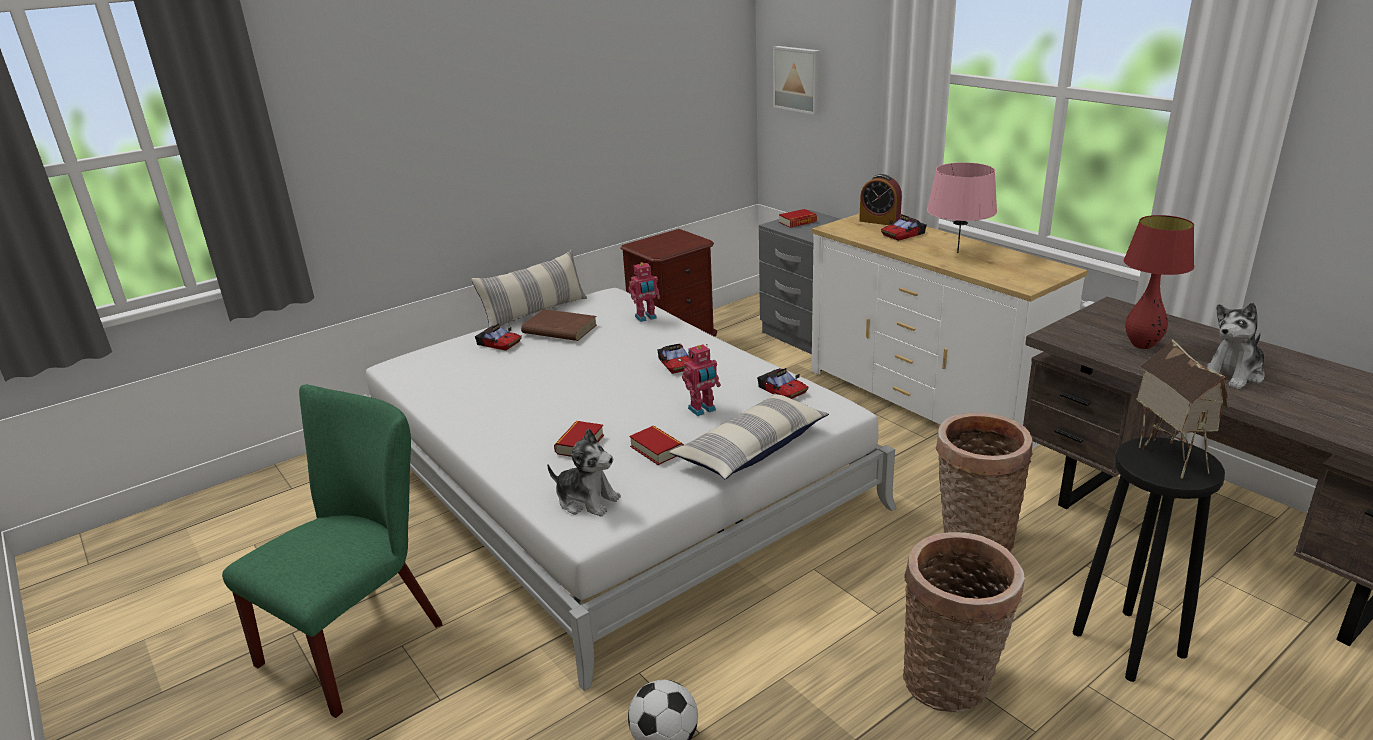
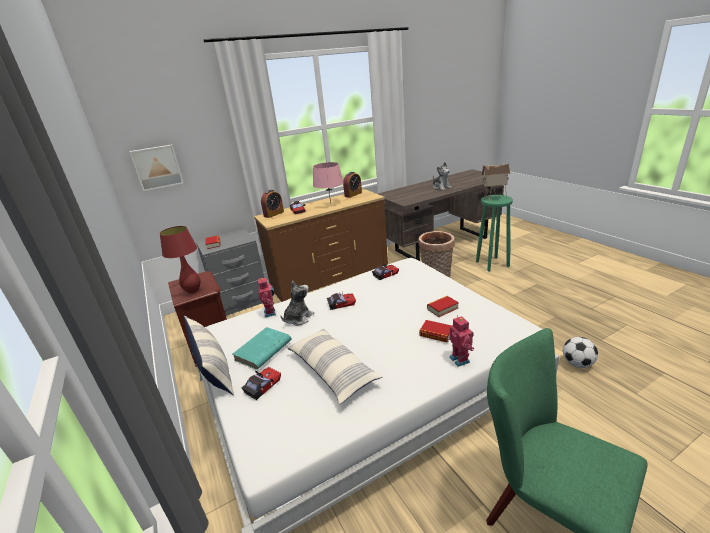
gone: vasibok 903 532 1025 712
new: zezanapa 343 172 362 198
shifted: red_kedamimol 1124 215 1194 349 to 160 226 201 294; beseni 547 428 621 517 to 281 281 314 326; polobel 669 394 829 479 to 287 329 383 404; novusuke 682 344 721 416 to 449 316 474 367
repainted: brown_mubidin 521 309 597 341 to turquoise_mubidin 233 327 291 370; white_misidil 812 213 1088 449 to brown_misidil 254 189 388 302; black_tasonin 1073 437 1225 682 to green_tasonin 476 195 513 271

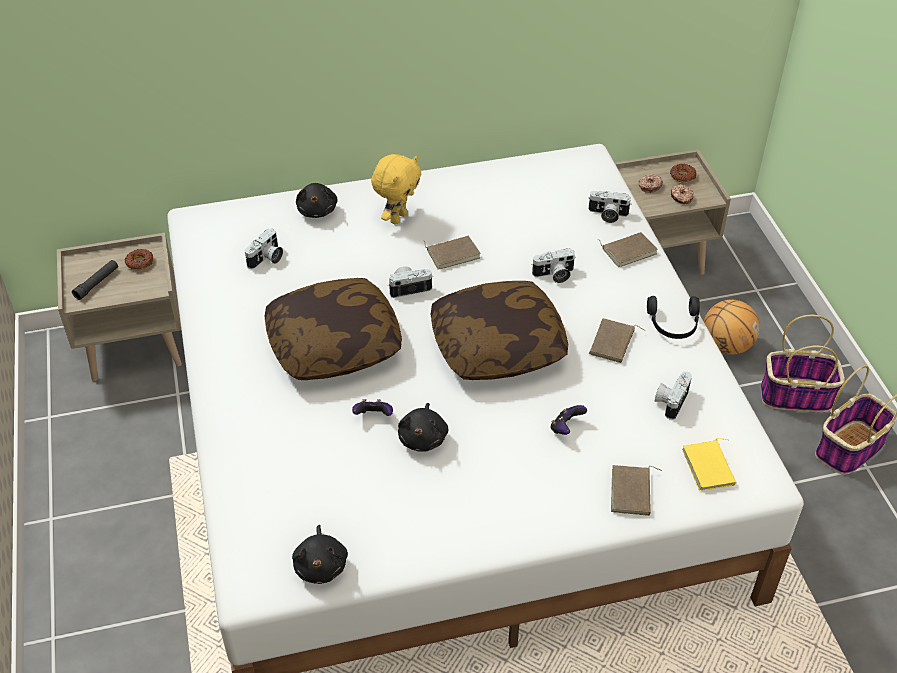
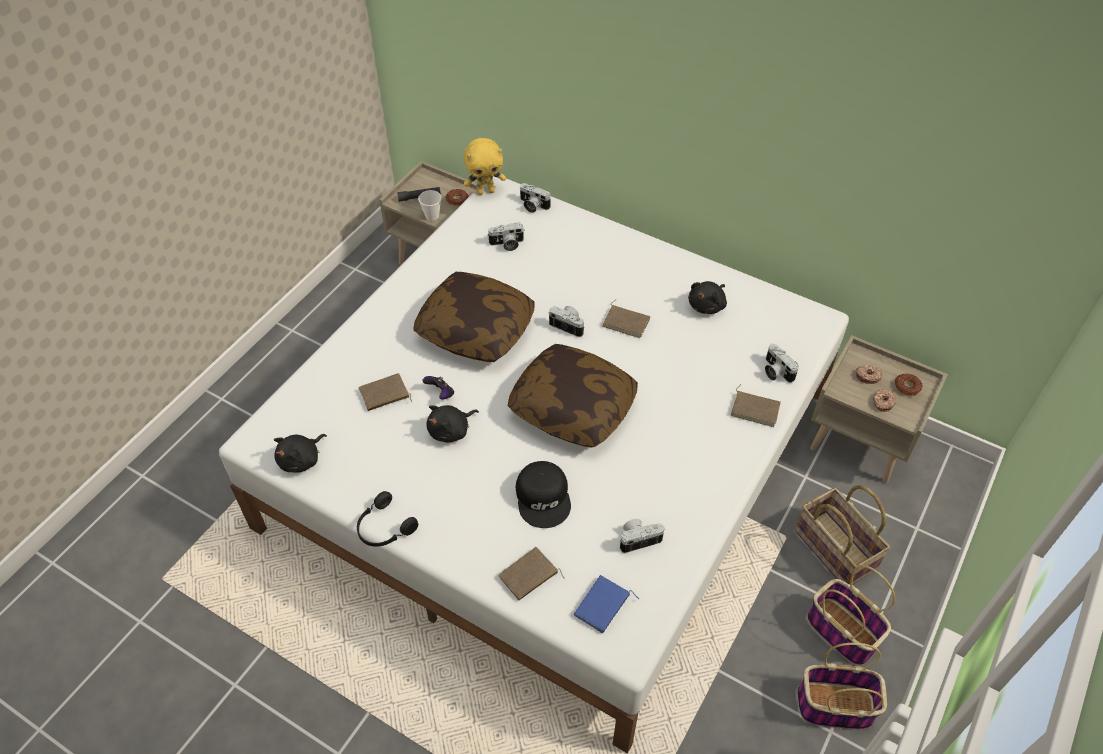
new: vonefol 418 190 442 221
shifted: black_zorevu 647 296 700 339 to 357 491 418 547; brown_mubidin 589 318 645 363 to 358 373 412 411; yellow_beseni 371 154 421 225 to 464 138 506 195; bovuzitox 531 248 575 283 to 520 183 551 213; black_beseni 296 183 338 218 to 688 281 727 314
swapped: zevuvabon 551 405 587 435 to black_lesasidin 516 461 571 528; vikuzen 704 299 760 355 to vasibok 795 485 890 585
repainted: yellow_mubidin 682 438 736 491 to blue_mubidin 573 575 639 633

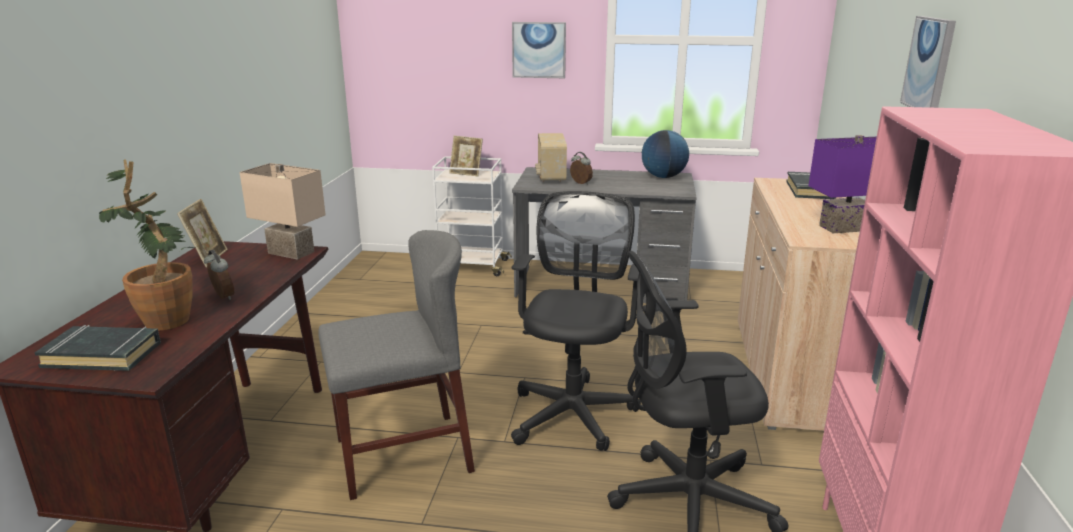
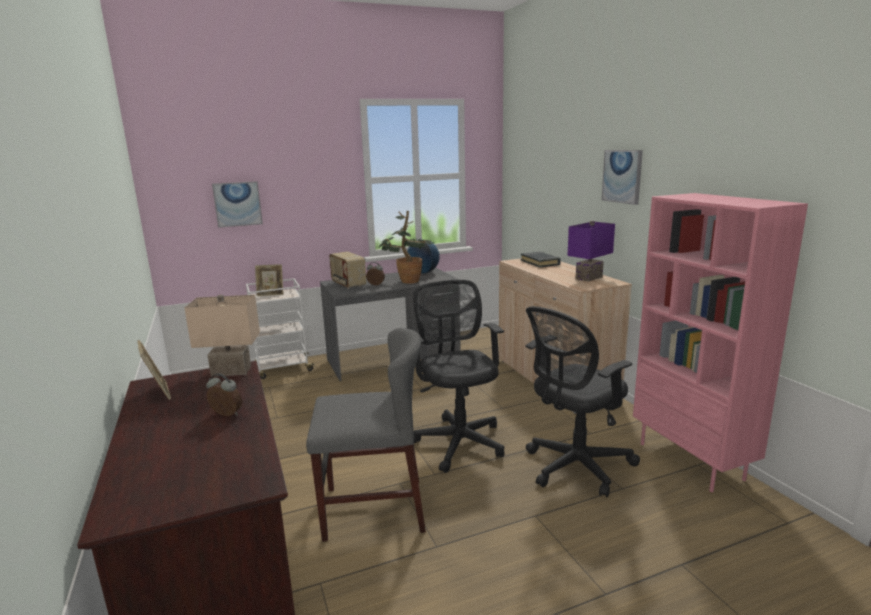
gone: black_mubidin 34 325 161 371
shifted: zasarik 512 22 566 78 to 212 181 263 228; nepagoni 99 160 195 330 to 378 211 434 284
rotated: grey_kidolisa 318 230 475 500 = 306 328 426 542 45 degrees clockwise

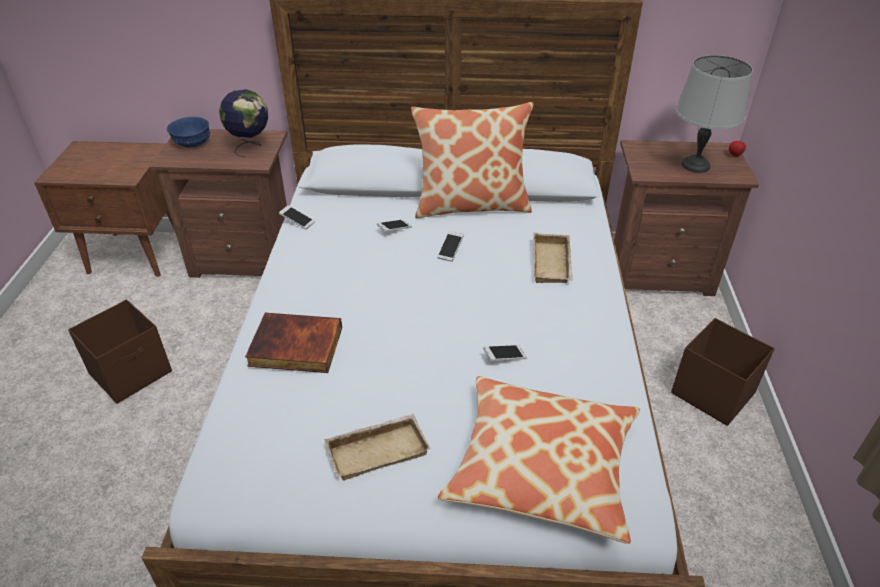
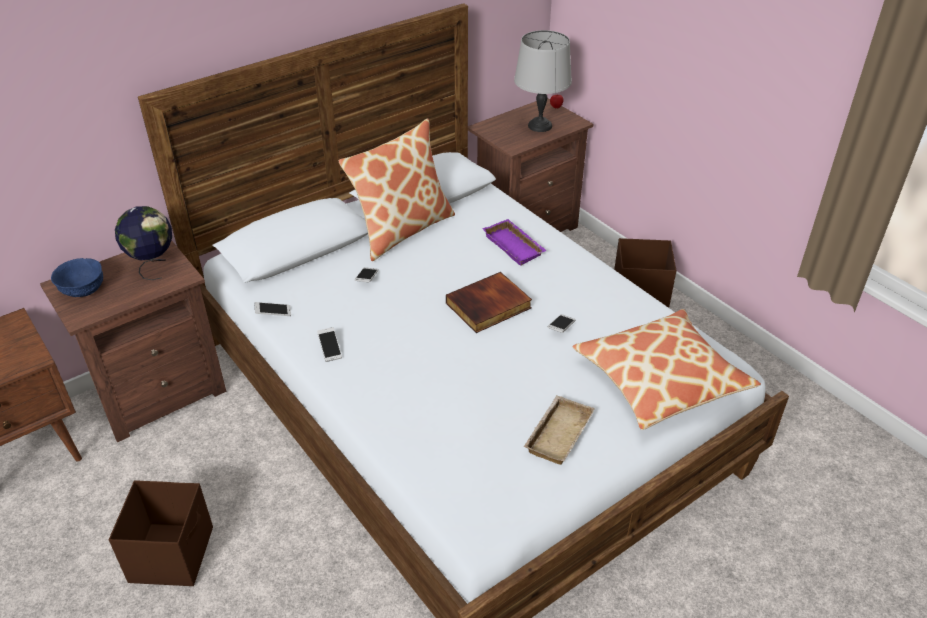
shifted: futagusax 437 231 464 262 to 317 327 342 362; mubidin 245 313 342 373 to 446 272 532 333
repainted: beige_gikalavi 533 233 573 283 to purple_gikalavi 483 219 547 266

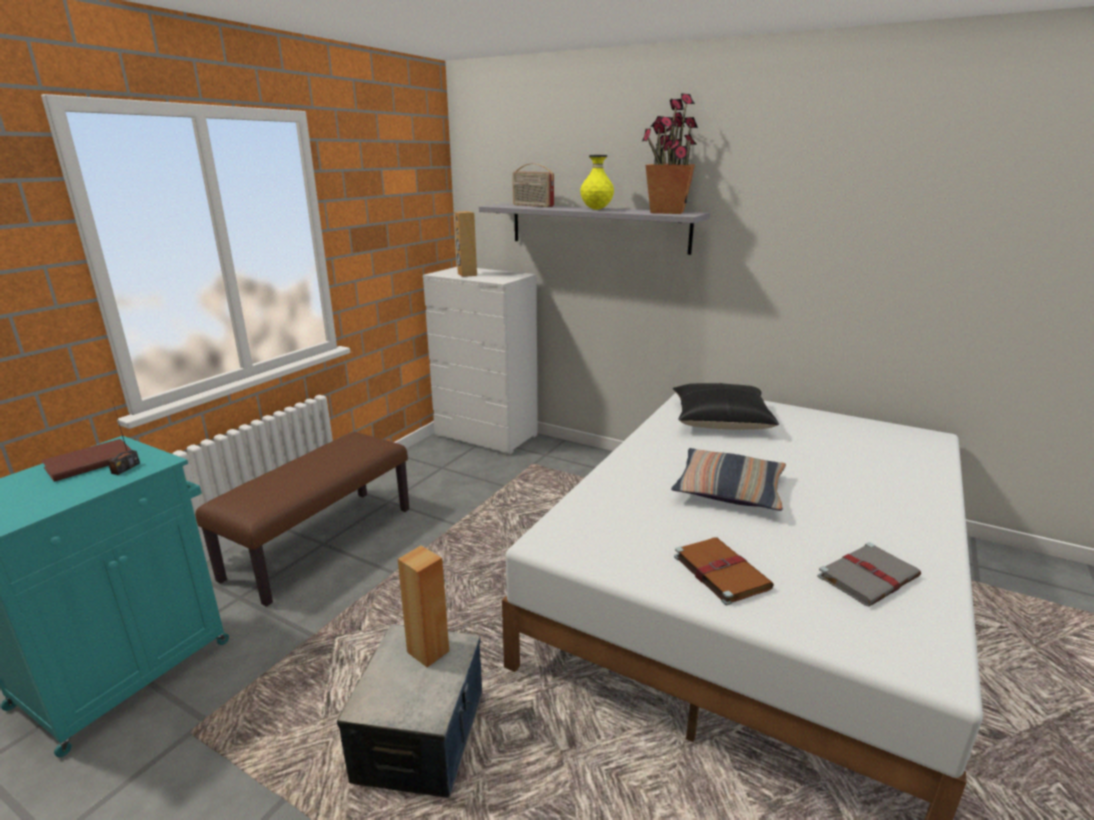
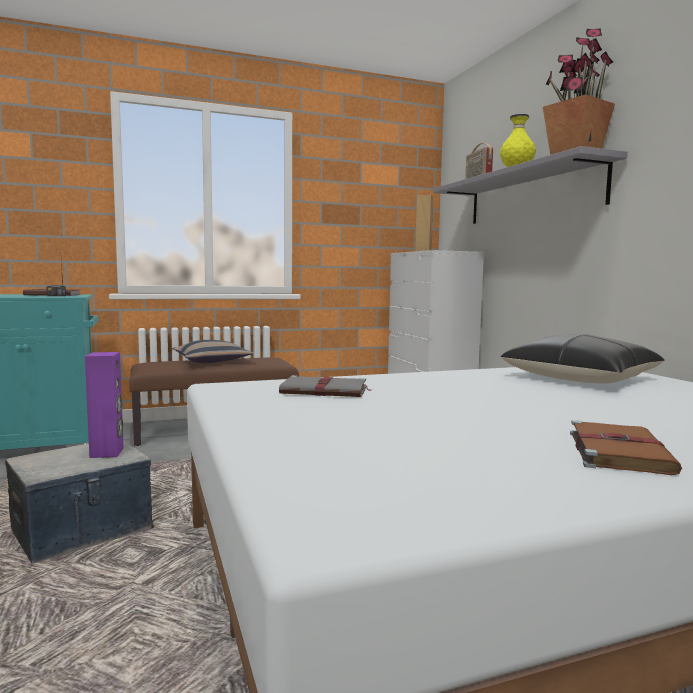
shifted: polobel 671 448 786 511 to 172 340 253 363; grey_mubidin 817 542 921 607 to 279 375 372 397; brown_mubidin 674 537 774 605 to 570 420 682 475
repainted: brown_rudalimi 398 545 449 667 to purple_rudalimi 85 352 124 458

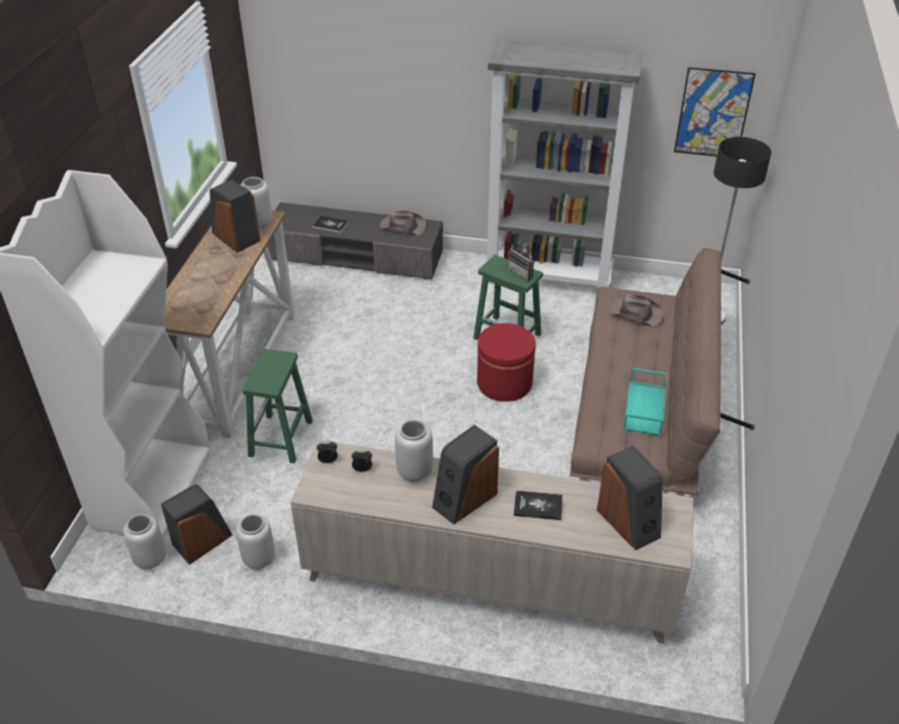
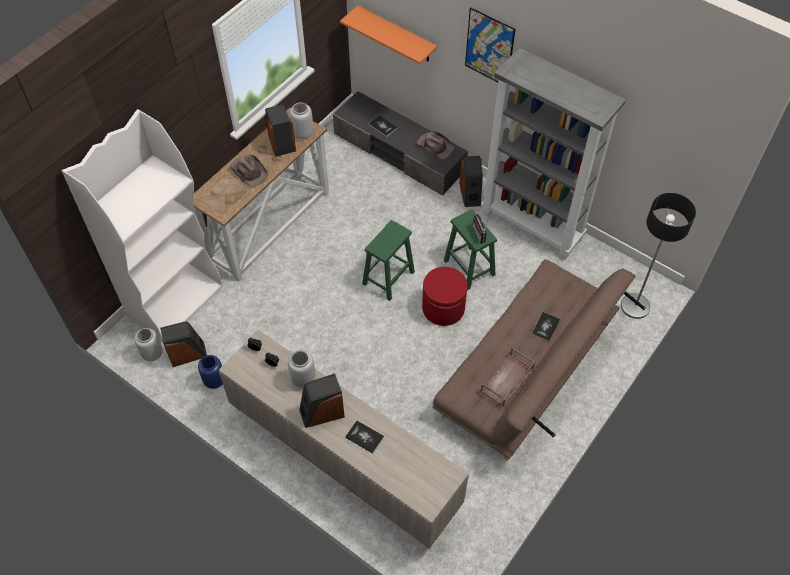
new: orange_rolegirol 340 6 437 64; mubidin 532 312 560 342
shifted: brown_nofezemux 609 294 663 327 to 230 155 268 188; green_tasonin 242 349 313 463 to 362 220 415 301; rudalimi 597 446 663 550 to 459 156 483 207; zasarik 674 67 756 157 to 465 7 515 82
repainted: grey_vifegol 236 514 275 569 to blue_vifegol 198 355 223 389; turquoise_gikalavi 623 368 668 436 to brown_gikalavi 481 347 535 407

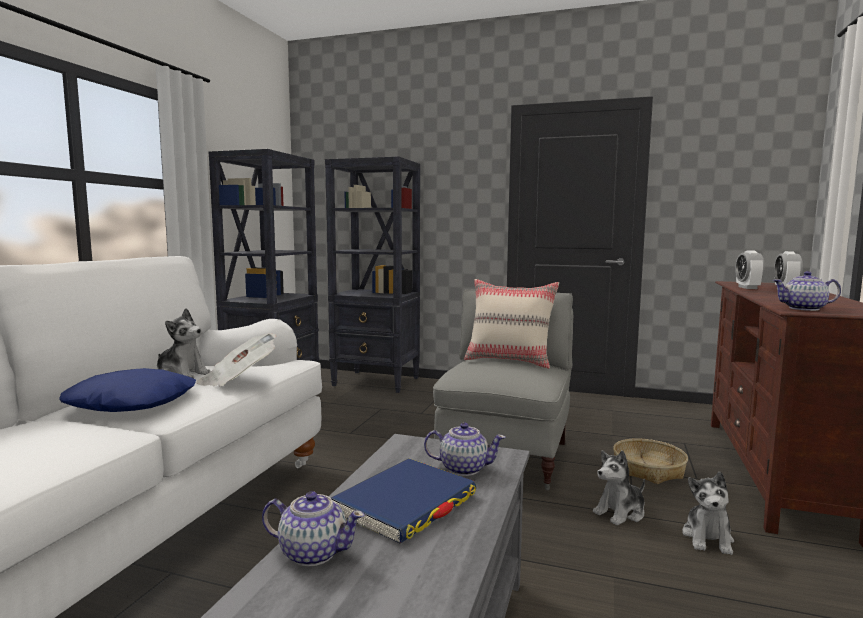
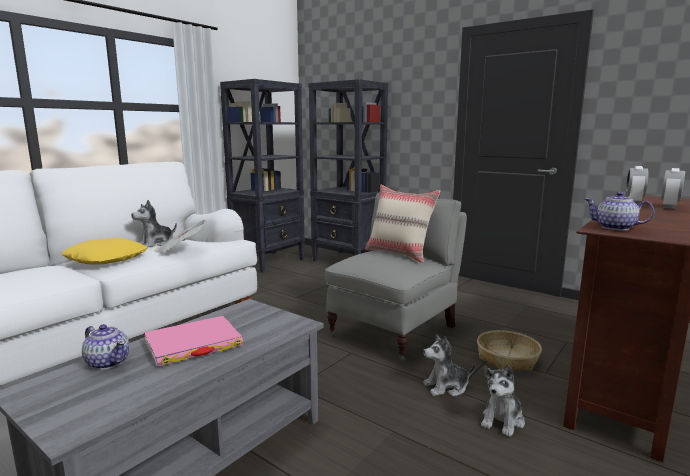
gone: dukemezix 424 422 506 476
repainted: blue_polobel 59 368 196 412 to yellow_polobel 62 238 148 265; blue_mubidin 331 458 477 544 to pink_mubidin 144 316 243 367
rotated: beseni 157 308 211 378 = 131 200 177 248 90 degrees clockwise

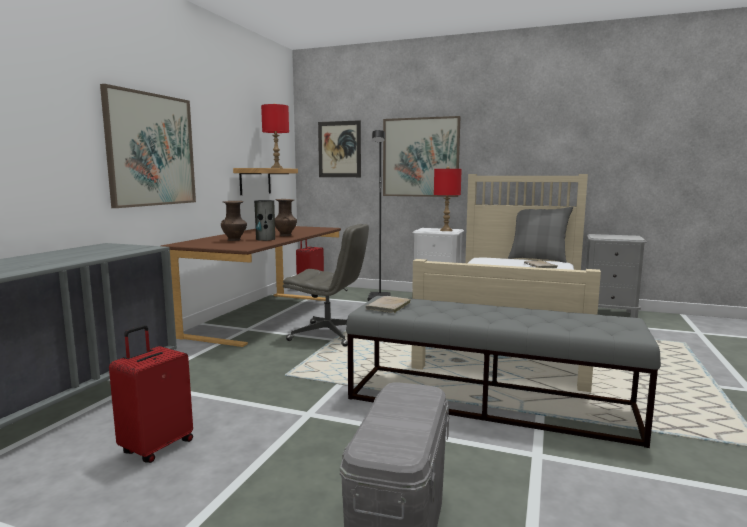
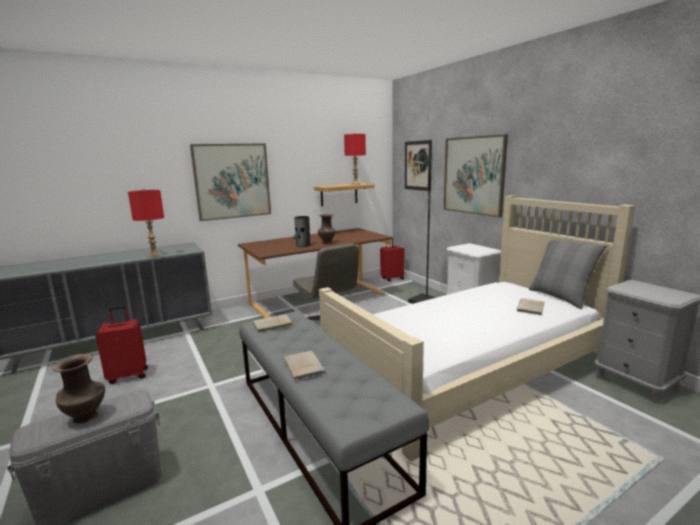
new: beige_mubidin 284 351 325 380
shifted: brown_vifegol 221 201 247 241 to 52 354 105 424; red_kedamimol 434 166 462 231 to 128 188 164 258

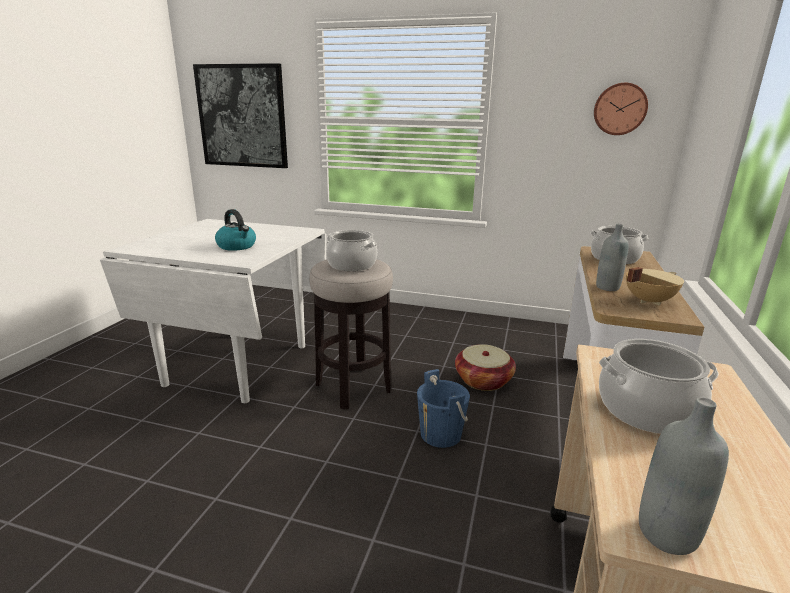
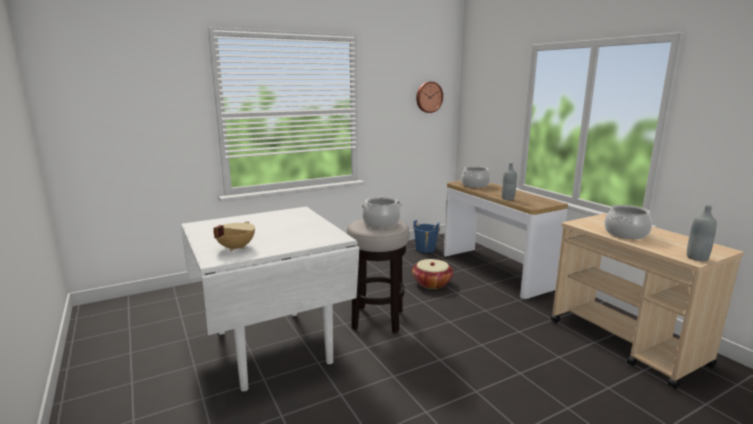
gone: zasarik 193 63 288 168; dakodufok 215 209 256 251
shifted: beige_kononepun 626 267 684 306 to 213 221 255 251; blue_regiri 417 369 470 448 to 413 220 440 253

